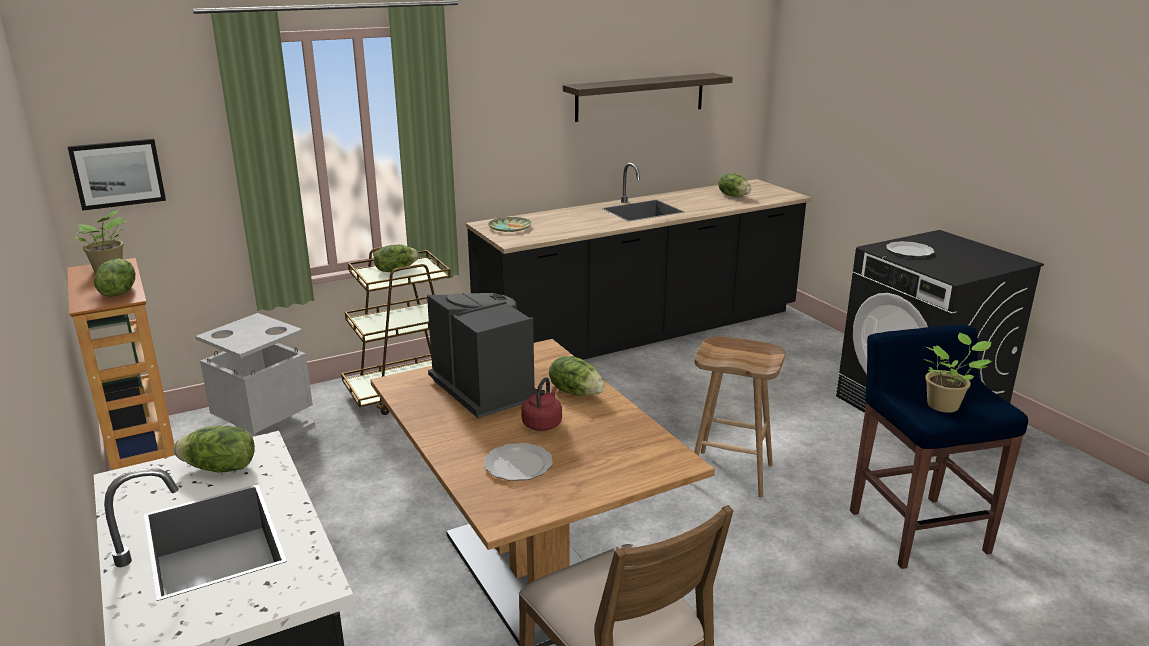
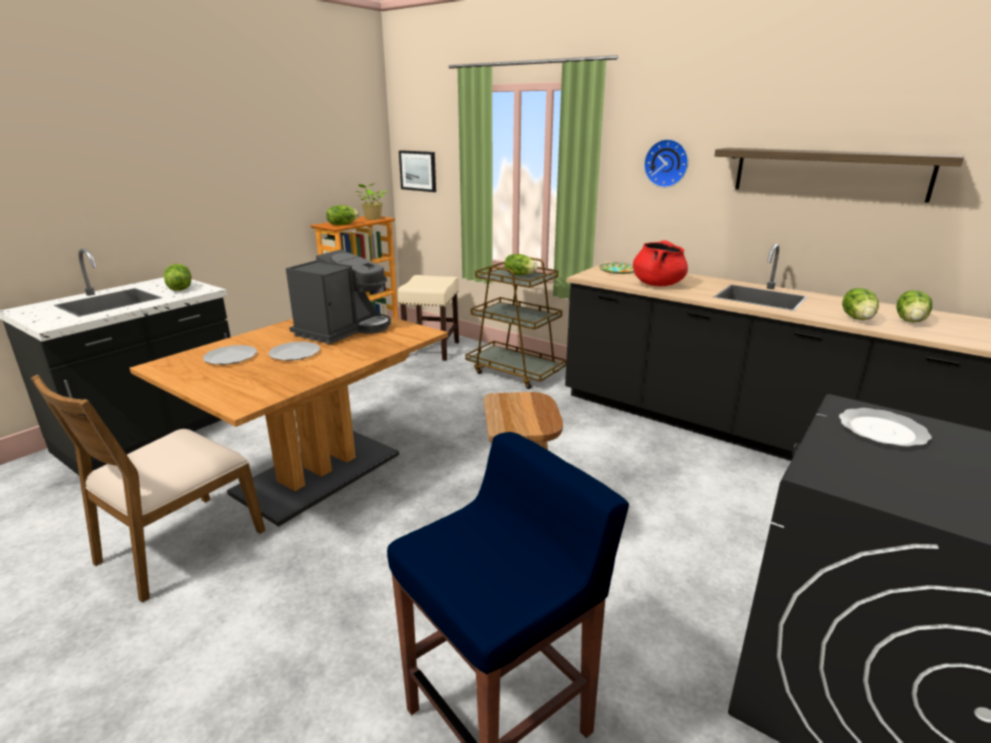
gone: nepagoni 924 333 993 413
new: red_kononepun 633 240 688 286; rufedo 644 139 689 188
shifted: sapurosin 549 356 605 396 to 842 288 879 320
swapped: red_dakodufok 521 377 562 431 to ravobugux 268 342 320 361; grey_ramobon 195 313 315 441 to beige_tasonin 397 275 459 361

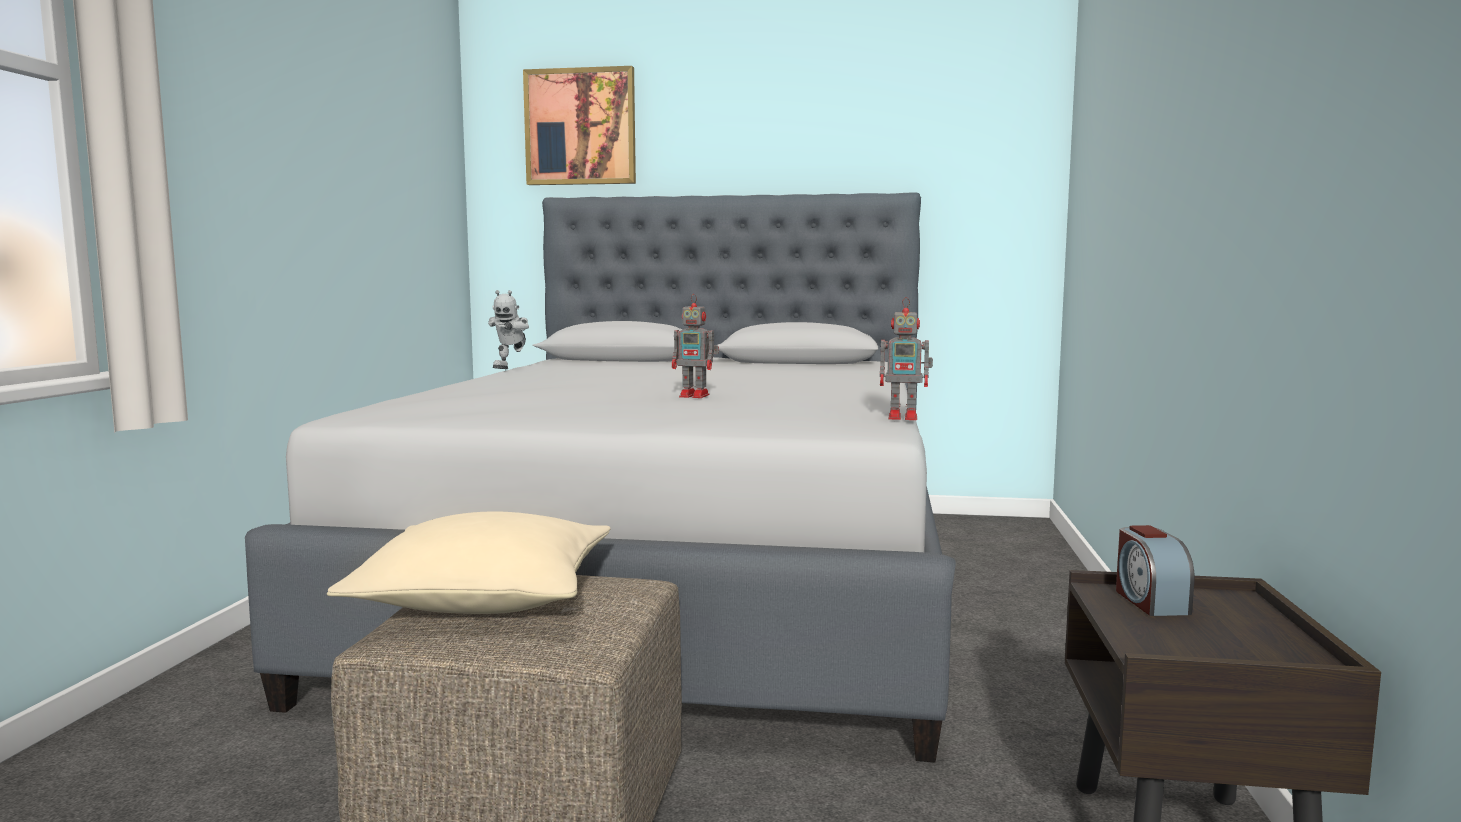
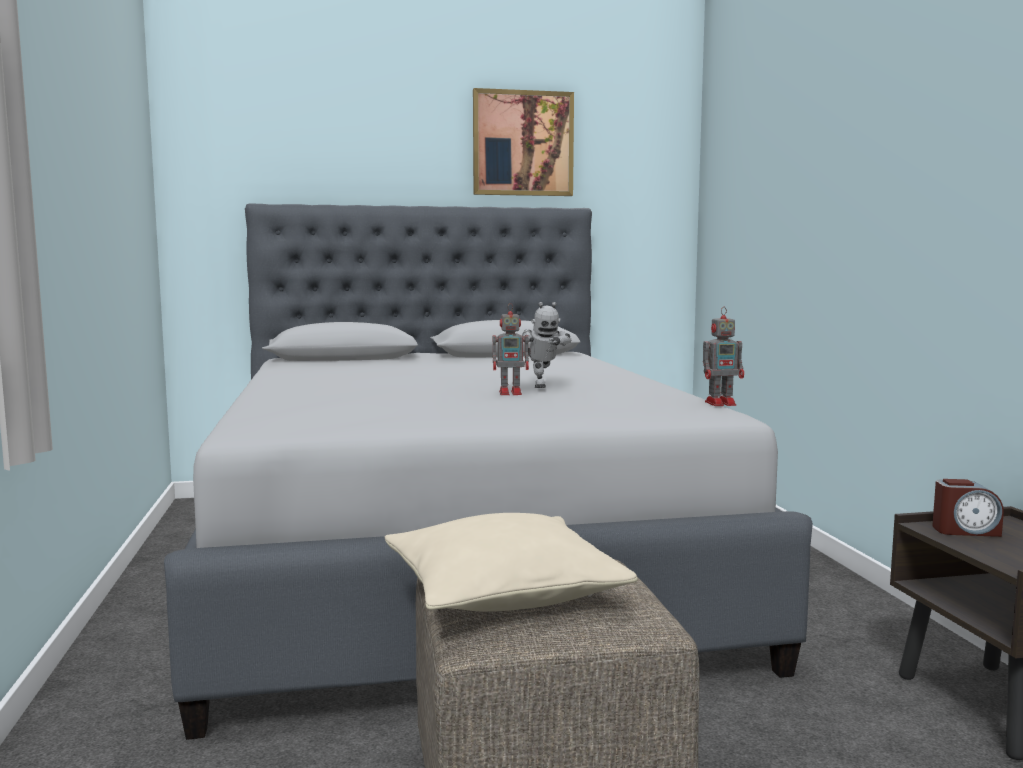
shifted: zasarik 523 66 636 185 to 473 88 574 196; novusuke 488 290 529 369 to 522 302 571 388
rotated: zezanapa 1116 525 1194 616 = 932 479 1004 537 60 degrees counterclockwise

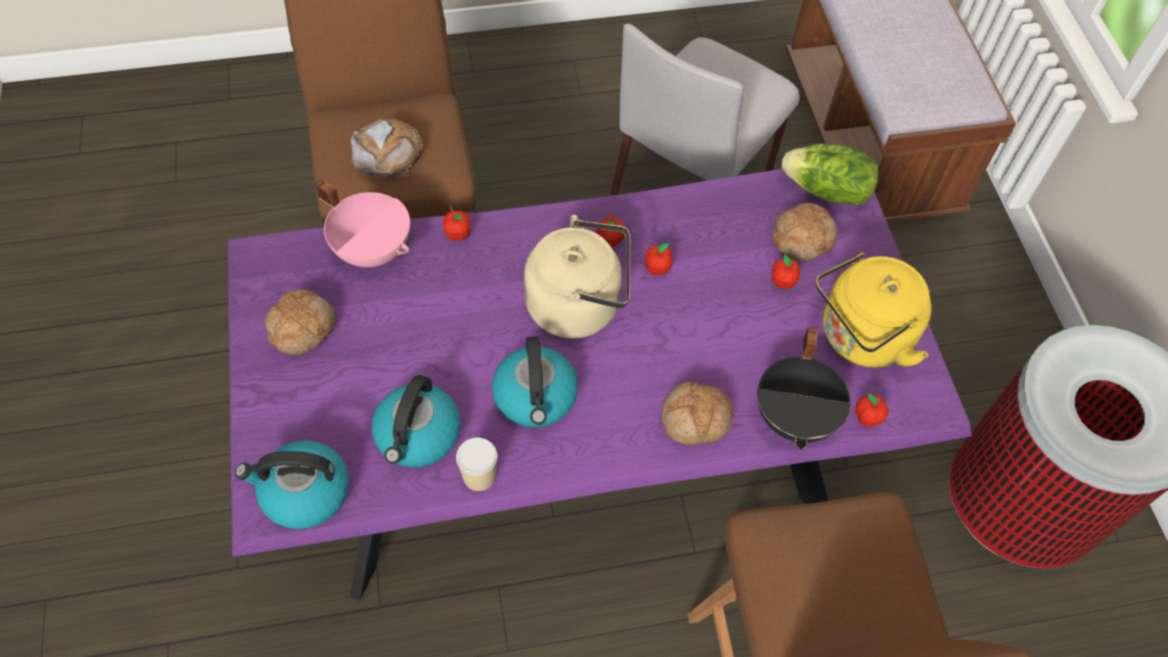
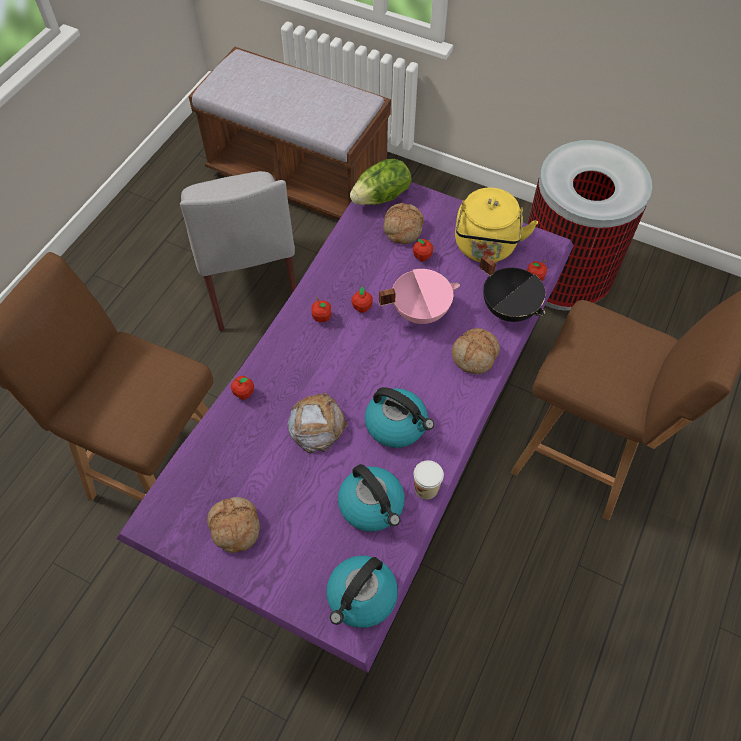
gone: beige_dakodufok 524 215 630 338
shifted: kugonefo 350 118 424 177 to 287 392 348 453; pink_kononepun 315 179 410 267 to 379 269 460 324

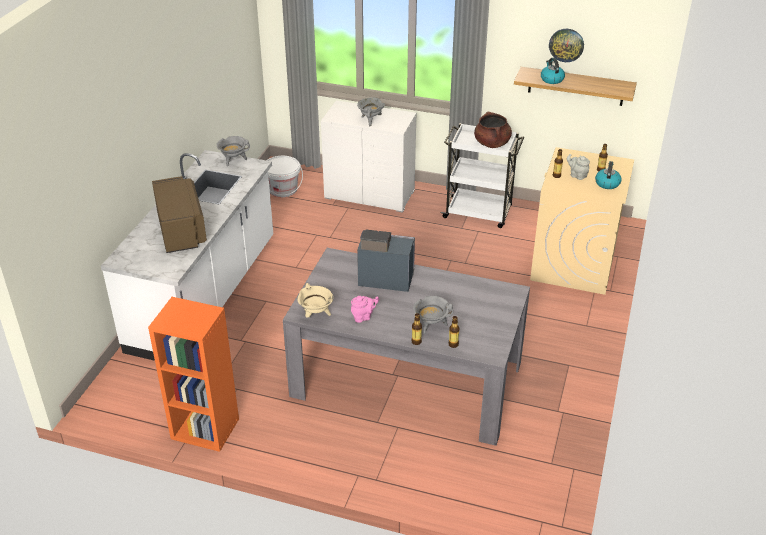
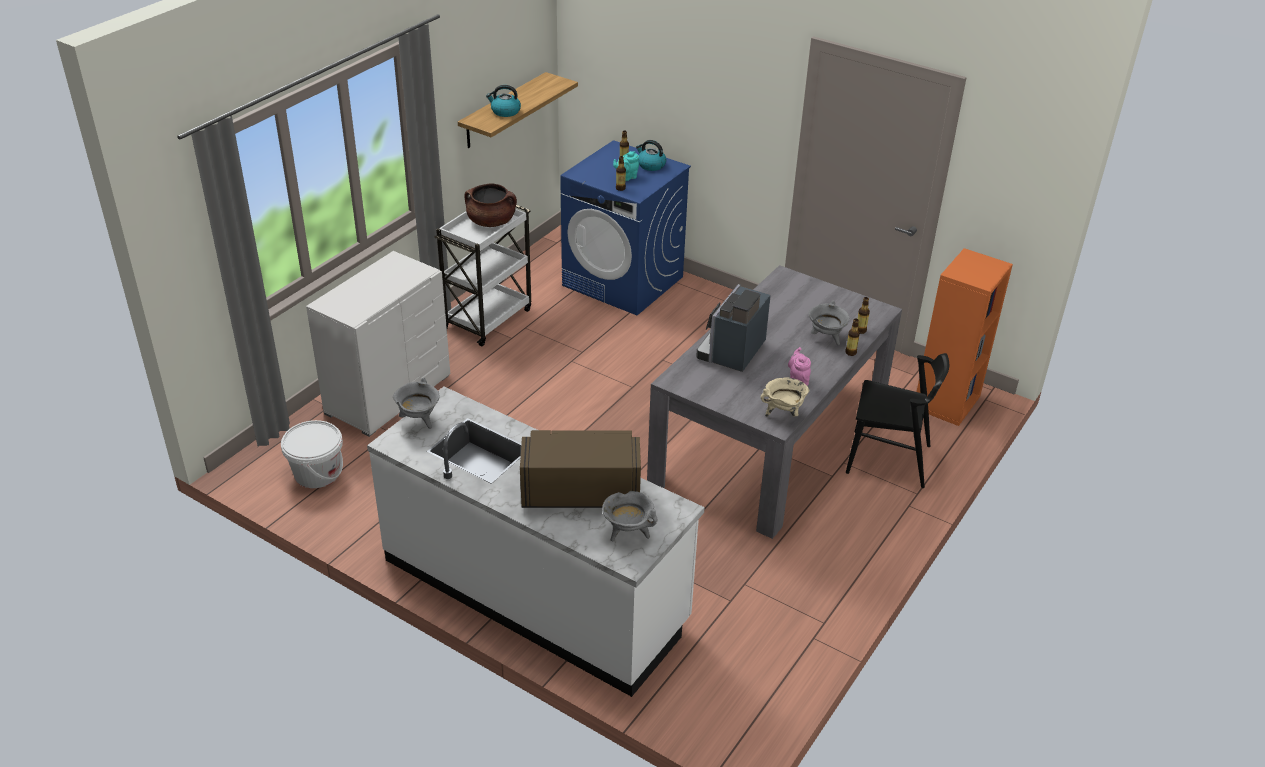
gone: rufedo 549 29 584 62
new: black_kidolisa 846 353 949 488
shifted: grey_kononepun 357 97 385 126 to 602 491 657 541; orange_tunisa 148 297 239 452 to 917 248 1013 426
repainted: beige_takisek 530 147 634 295 to blue_takisek 560 140 691 315; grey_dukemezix 567 154 590 180 to turquoise_dukemezix 613 151 639 181

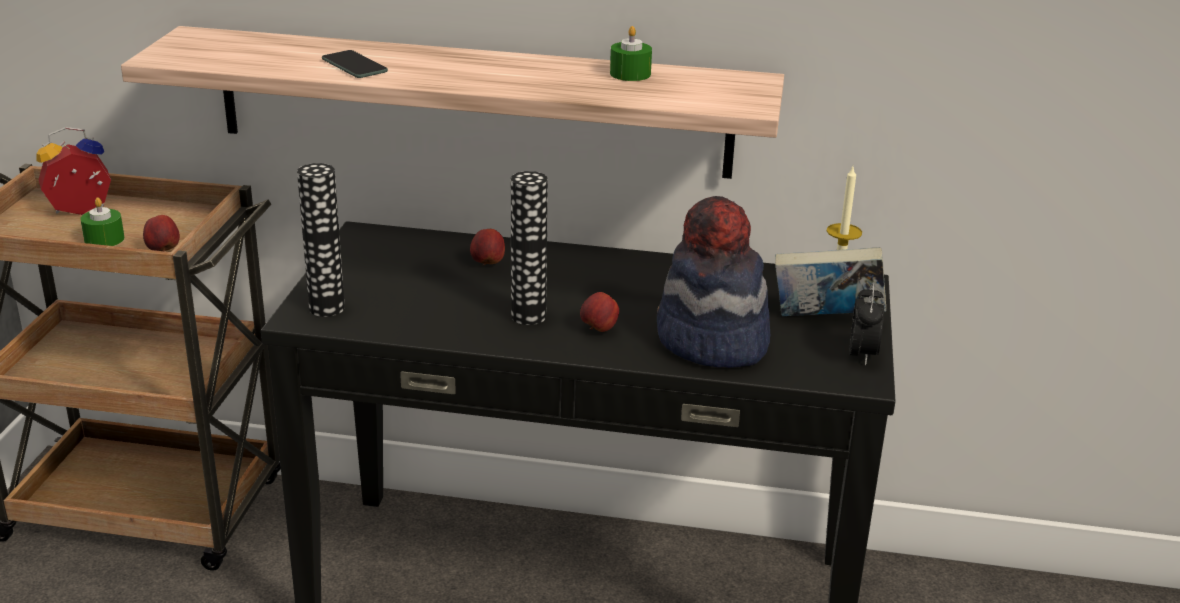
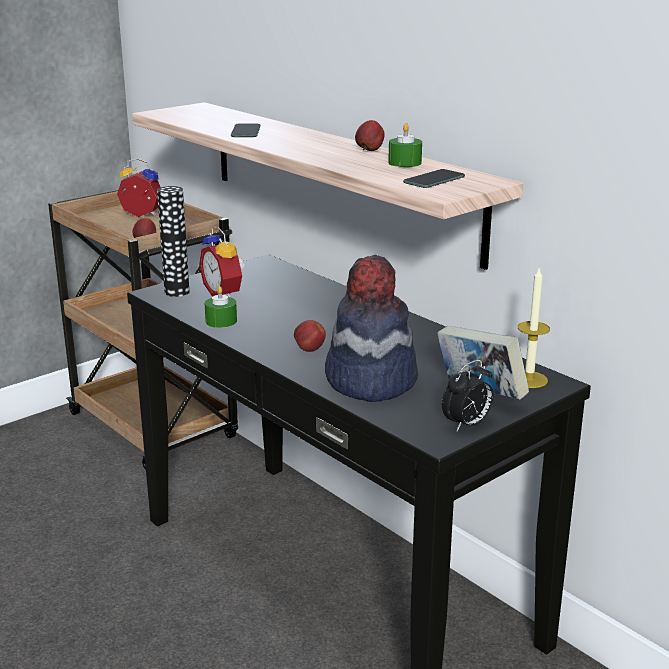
gone: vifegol 511 171 548 325
new: zezanapa 199 227 245 297; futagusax 403 169 465 188
shifted: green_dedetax 80 197 124 246 to 204 286 237 328; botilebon 470 229 505 266 to 355 120 384 151

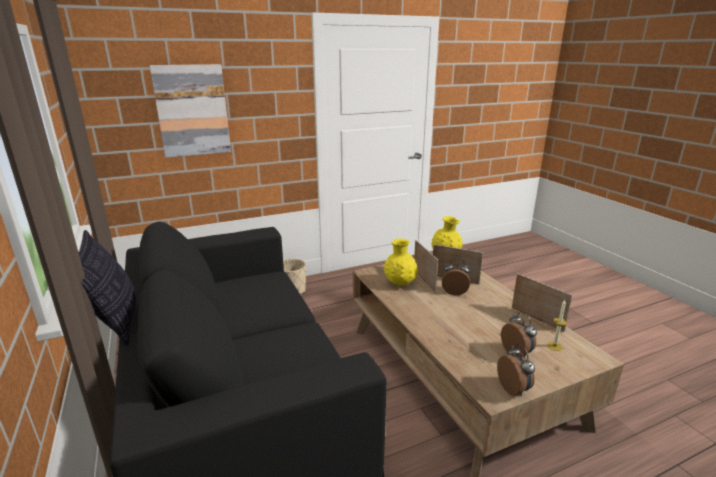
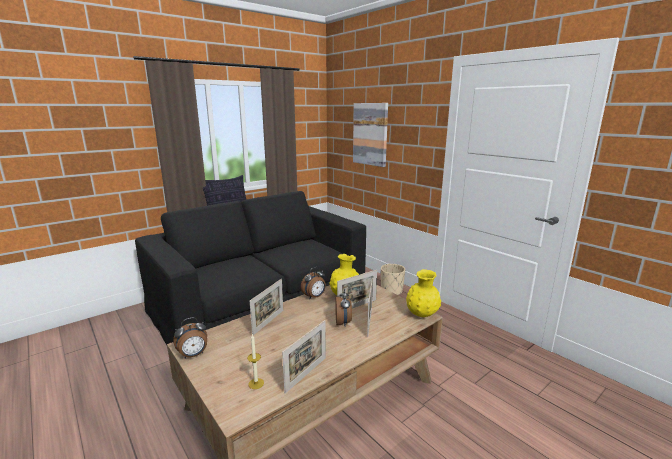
new: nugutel 250 279 283 335
shifted: zezanapa 501 312 537 358 to 301 267 326 298

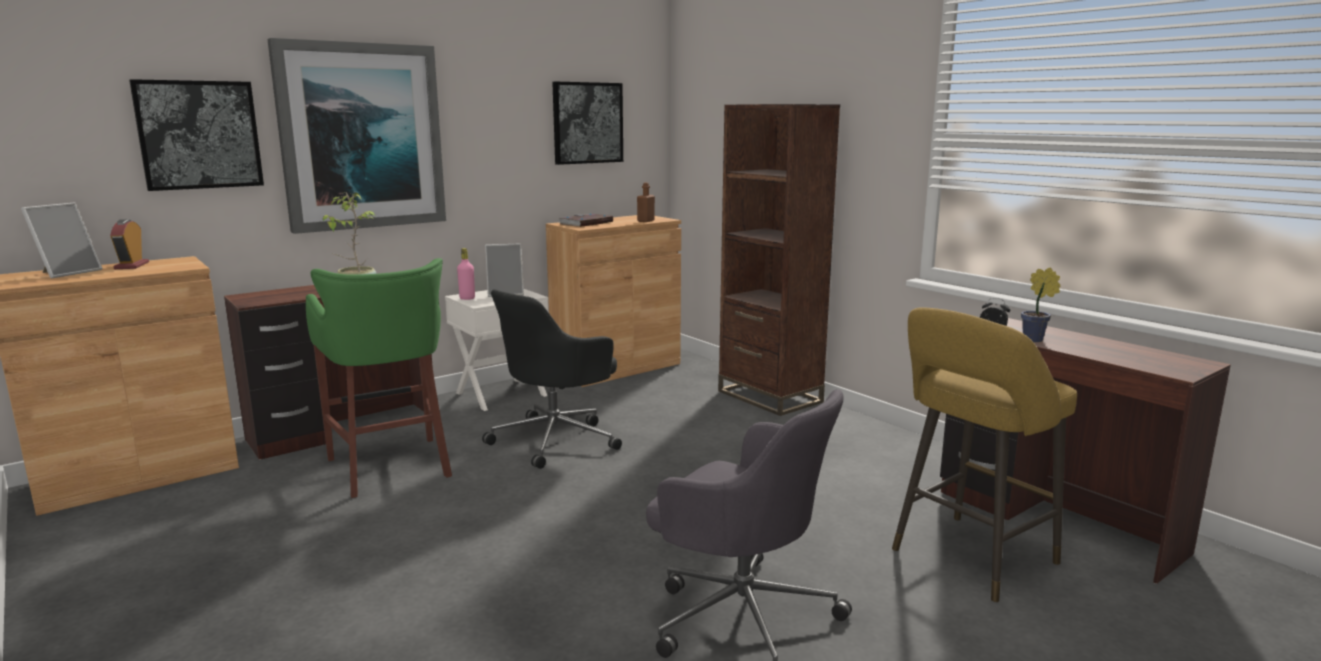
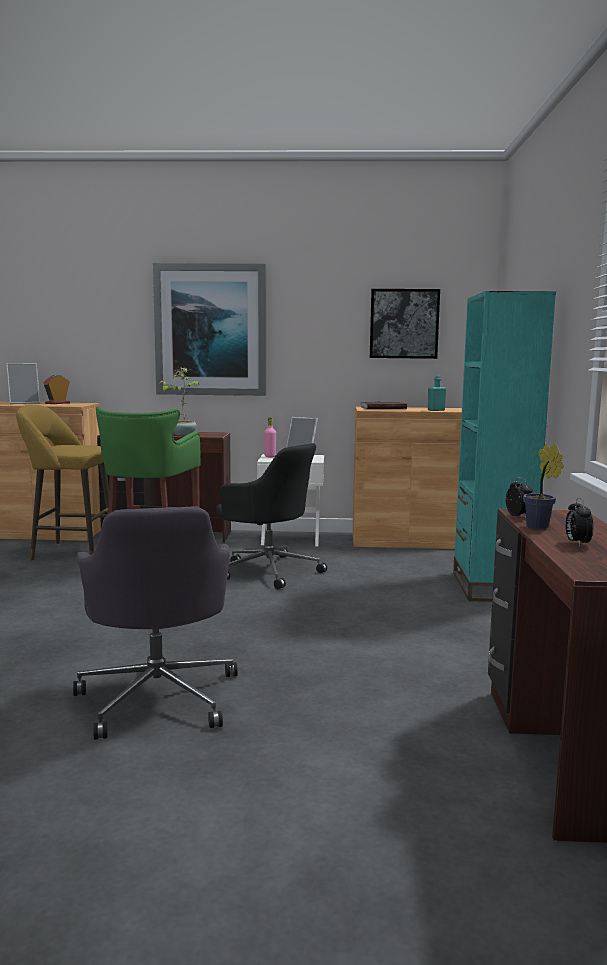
gone: zasarik 129 79 264 191
new: zezanapa 565 498 593 546
shifted: yellow_tasonin 892 307 1077 602 to 16 404 109 560
repainted: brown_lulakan 637 182 655 222 to turquoise_lulakan 428 375 447 411; brown_tunisa 718 104 840 416 to turquoise_tunisa 453 291 556 602
rotated: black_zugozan 482 289 622 469 = 216 443 327 589 135 degrees counterclockwise

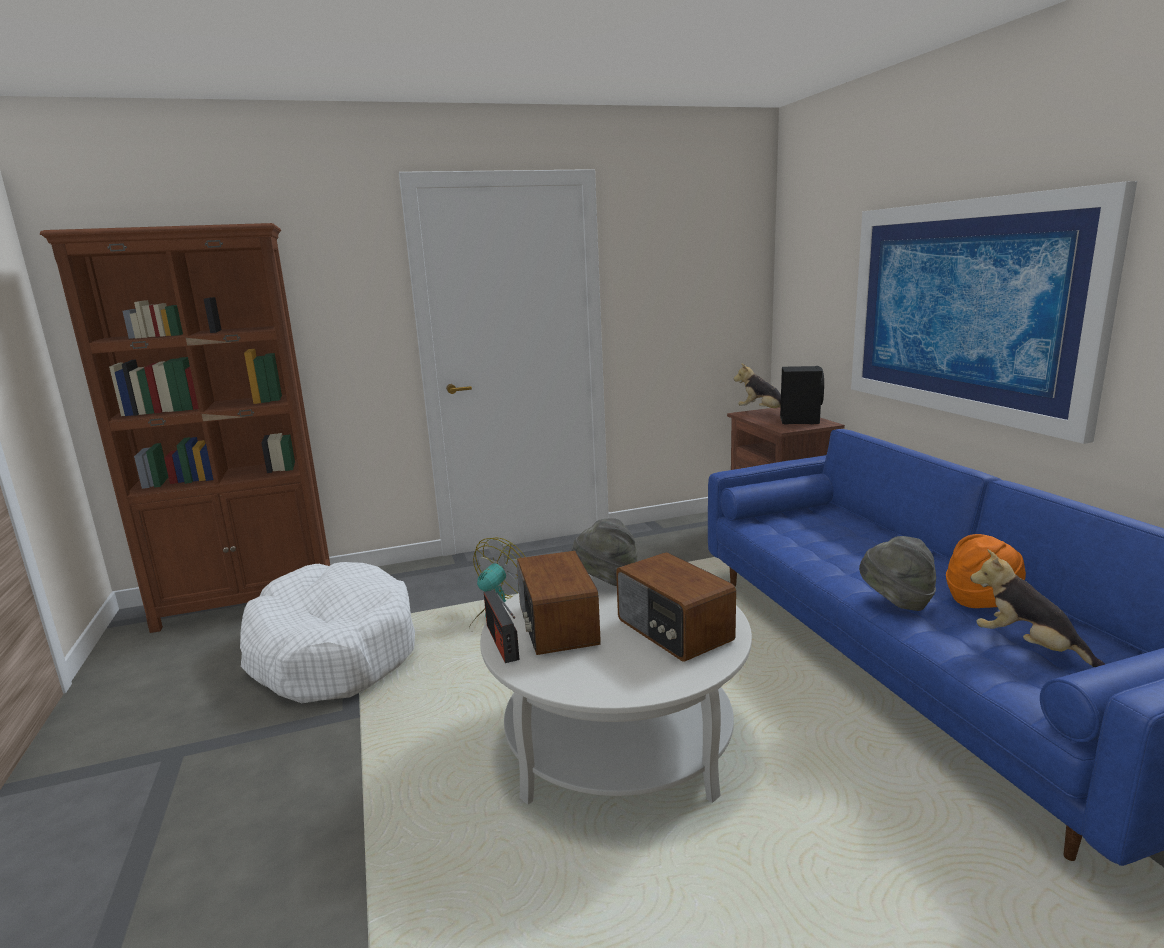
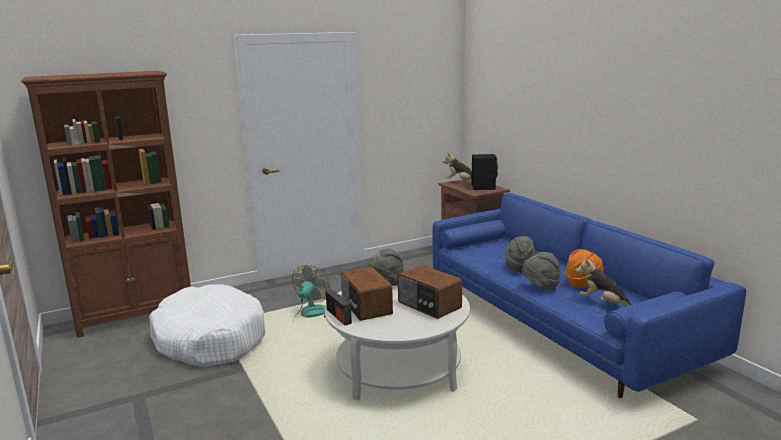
gone: zasarik 851 181 1137 444
new: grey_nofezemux 506 236 536 272

